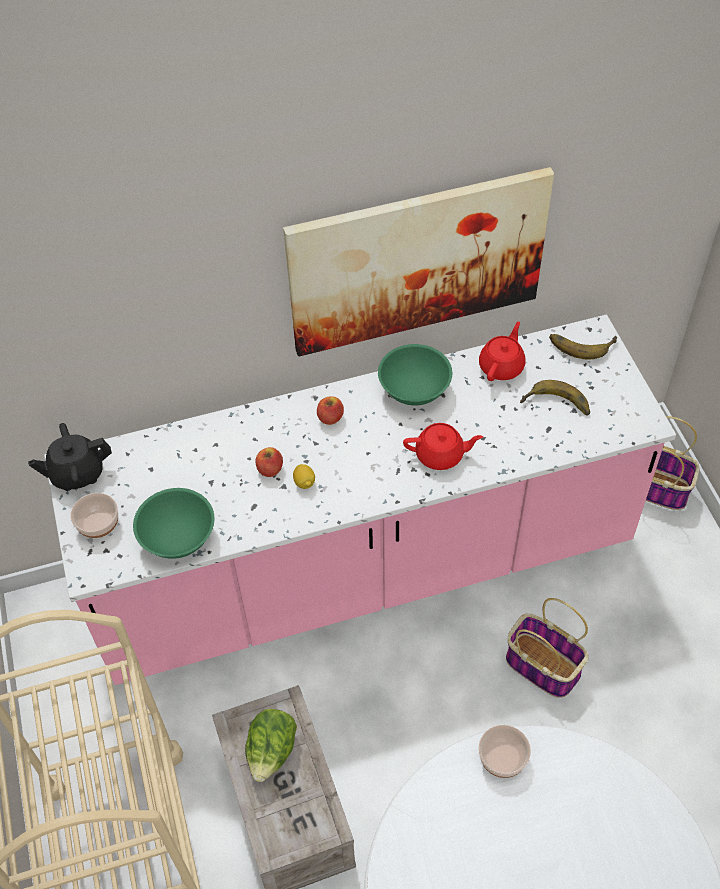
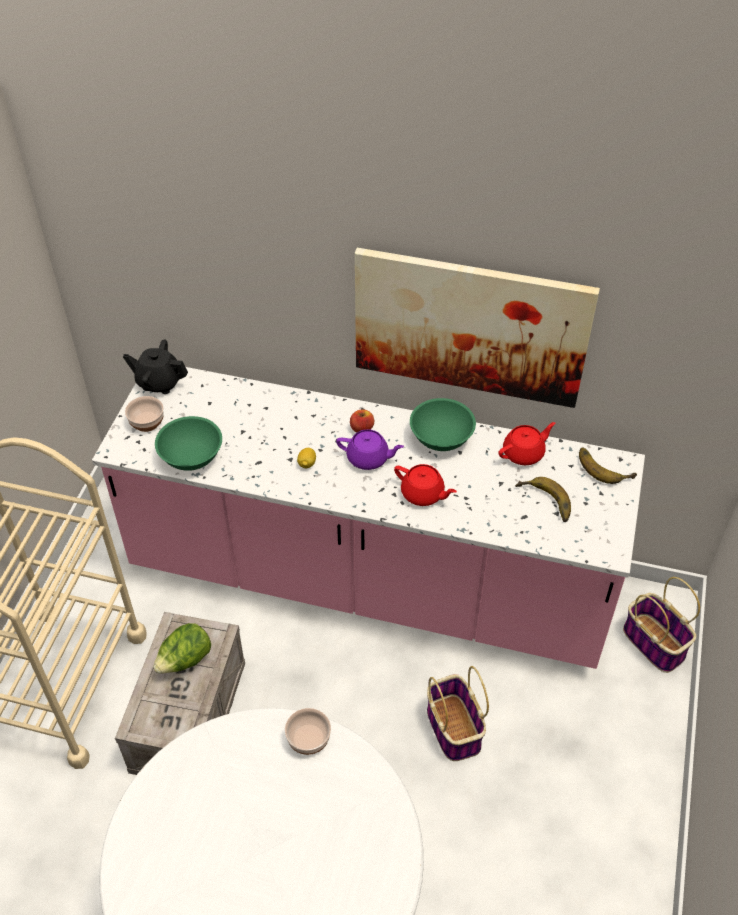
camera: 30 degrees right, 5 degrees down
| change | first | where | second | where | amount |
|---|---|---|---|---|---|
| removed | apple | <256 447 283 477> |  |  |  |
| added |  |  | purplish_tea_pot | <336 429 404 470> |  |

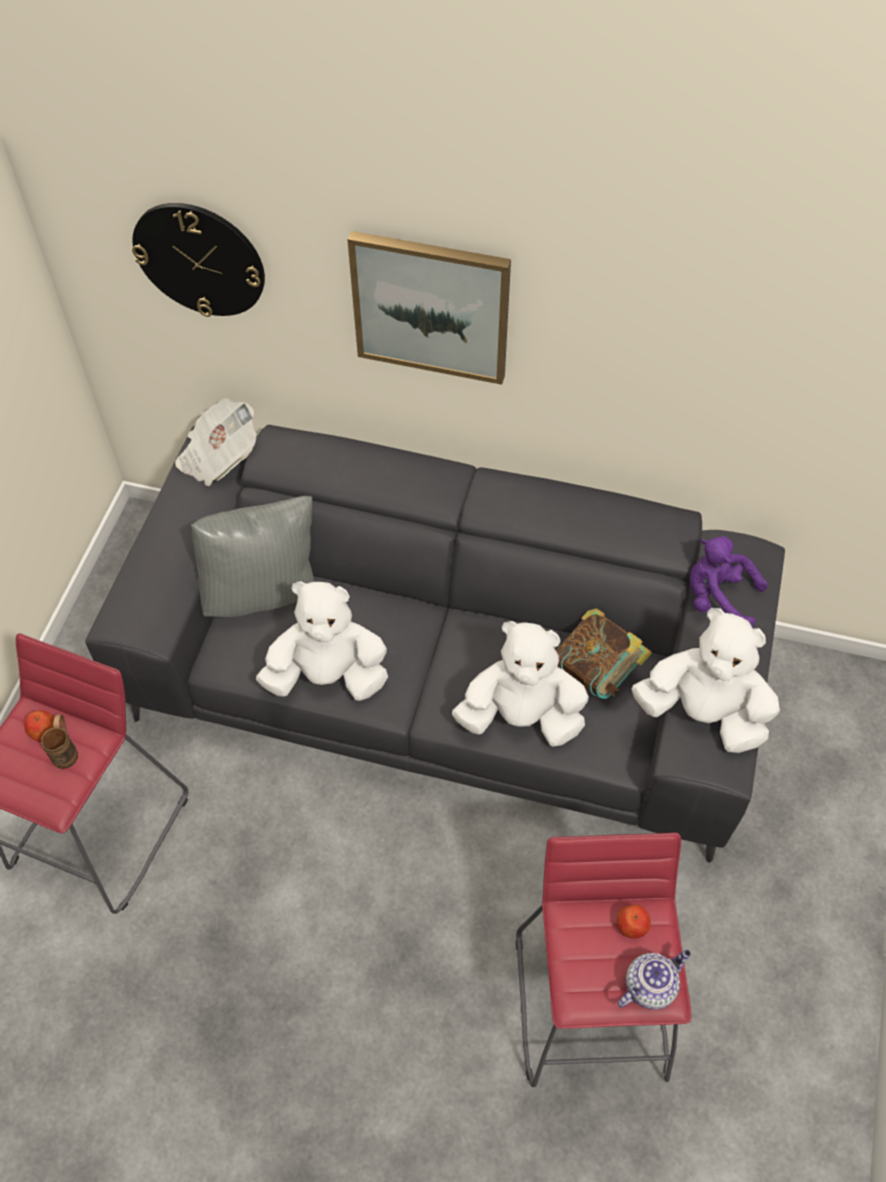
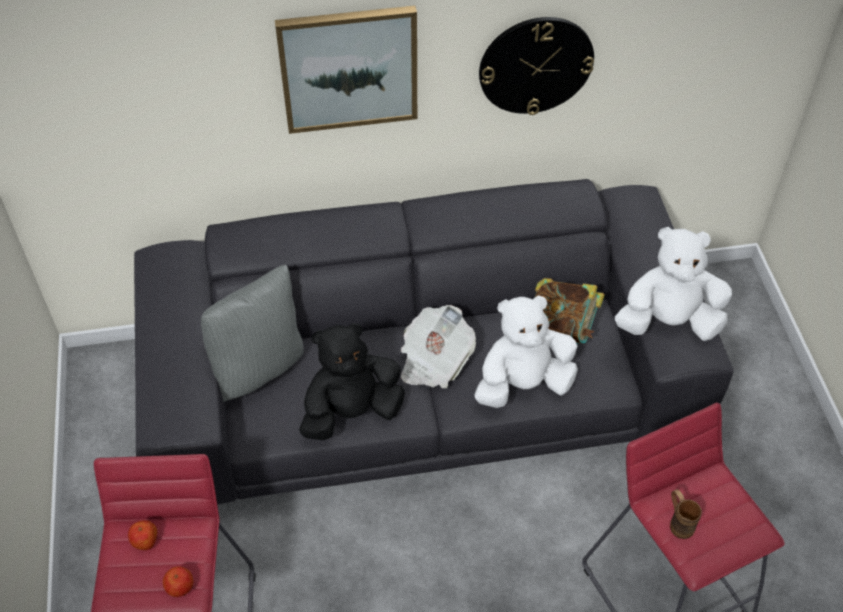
camera: 25 degrees left, 5 degrees down
| change | first | where | second | where | amount |
|---|---|---|---|---|---|
| removed | tea_pot | <617 950 691 1010> |  |  |  |
| removed | purplish_plush_toy | <690 536 768 628> |  |  |  |
| moved | brown-coloured_coffee_mug | <41 715 78 769> |  | <670 489 702 539> |  |
| moved | hanging_clock | <132 203 265 317> |  | <479 17 594 115> |  |
| moved | newspaper | <175 398 257 486> |  | <401 305 476 389> |  |
| moved | apple | <617 905 651 938> |  | <163 566 193 597> |  |
| recoloured | white_plush_toy | <256 581 388 701> | blackish_plush_toy | <299 323 405 440> |  |

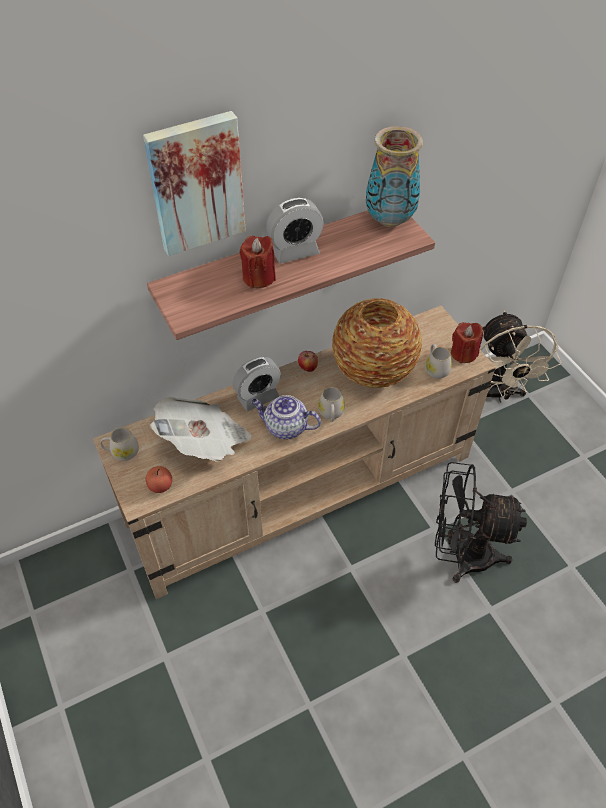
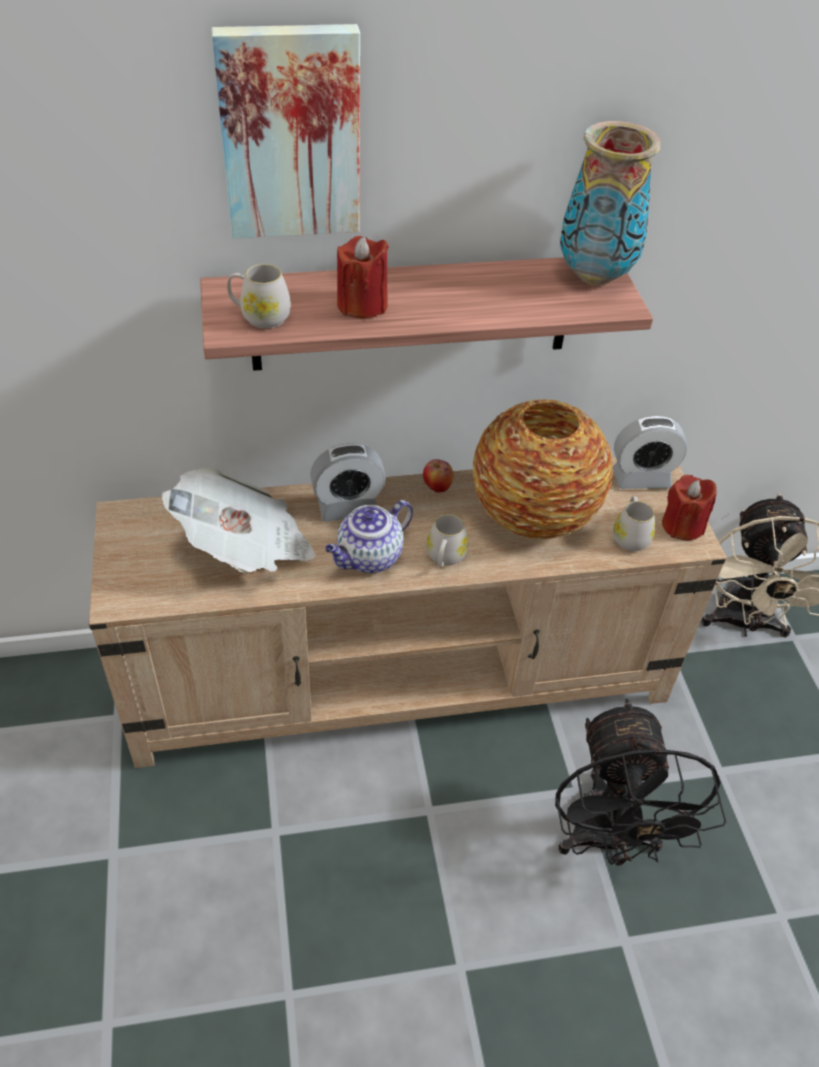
camera: 15 degrees right, 5 degrees down
| change | first | where | second | where | amount |
|---|---|---|---|---|---|
| removed | apple | <146 466 172 493> |  |  |  |
| moved | white_coffee_mug | <100 428 139 461> |  | <227 264 291 329> |  |
| moved | alarm_clock | <266 198 324 264> |  | <613 416 688 489> |  |
| turned | tea_pot | <251 395 321 439> |  | <325 500 413 573> | 75 degrees counterclockwise |
| turned | blackish_fan | <435 462 527 583> |  | <555 698 726 865> | 120 degrees counterclockwise |

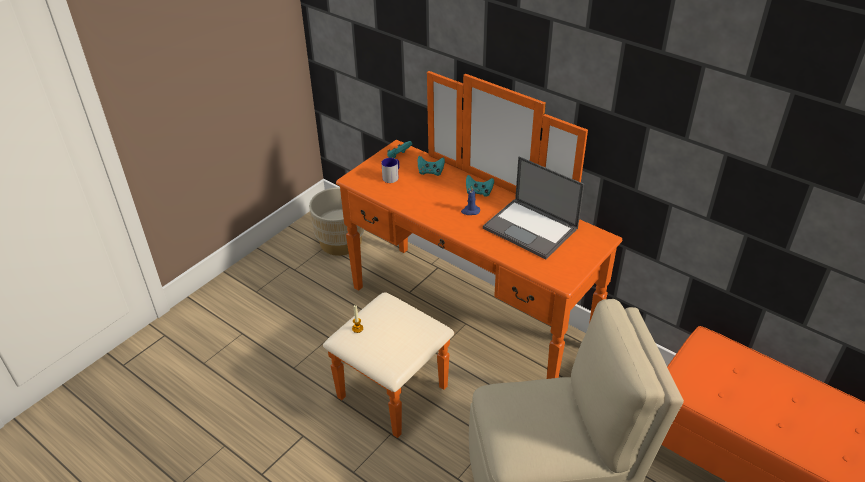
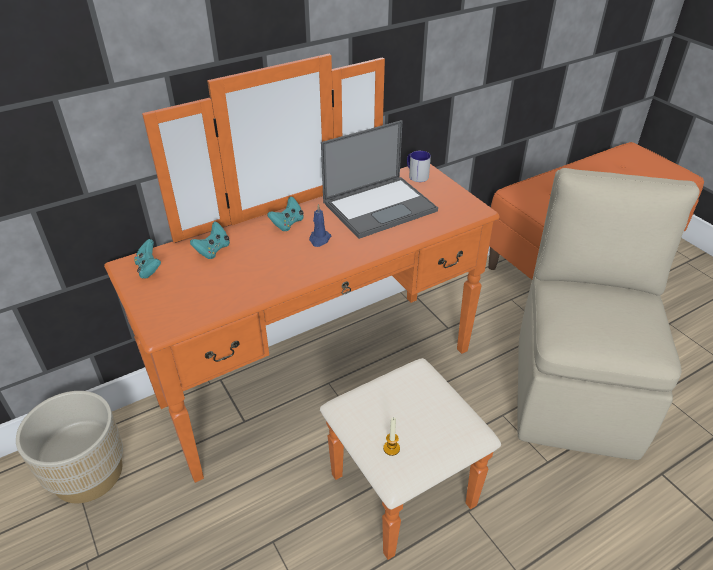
camera: 70 degrees left, 0 degrees up
| change | first | where | second | where | amount |
|---|---|---|---|---|---|
| moved | coffee_mug | <382 158 400 183> |  | <407 151 431 182> |  |

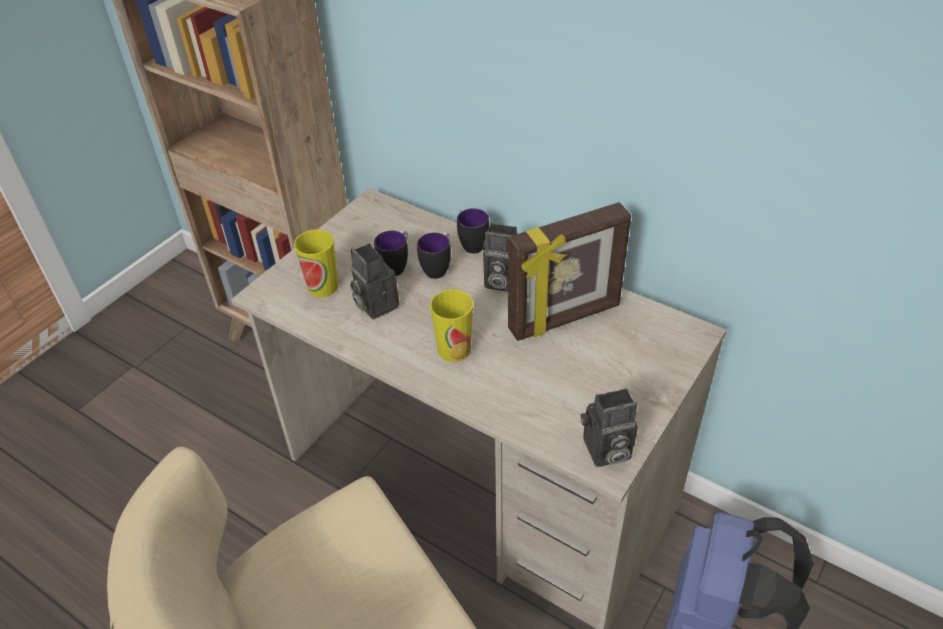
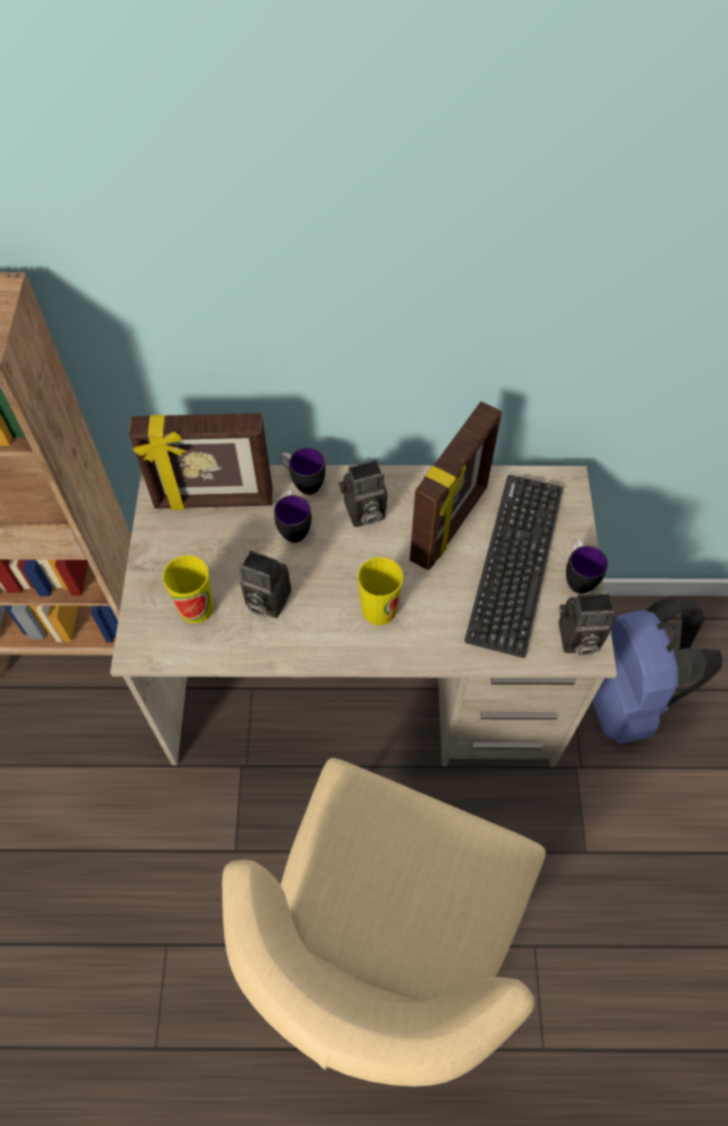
camera: 35 degrees left, 15 degrees up
| change | first | where | second | where | amount |
|---|---|---|---|---|---|
| added |  |  | standing_frame | <129 413 273 510> |  |
| added |  |  | keyboard | <464 475 563 658> |  |
| moved | coffee_mug | <374 230 408 276> |  | <566 539 608 594> |  |
| turned | photo_camera | <581 388 638 467> |  | <559 594 615 655> | 45 degrees clockwise |

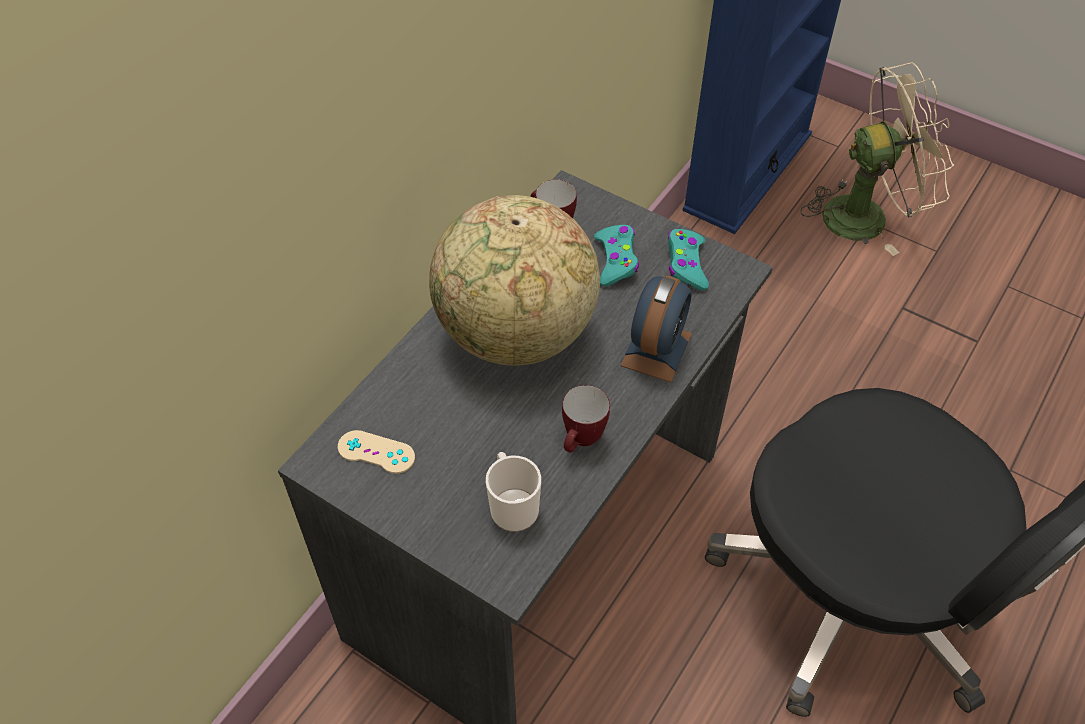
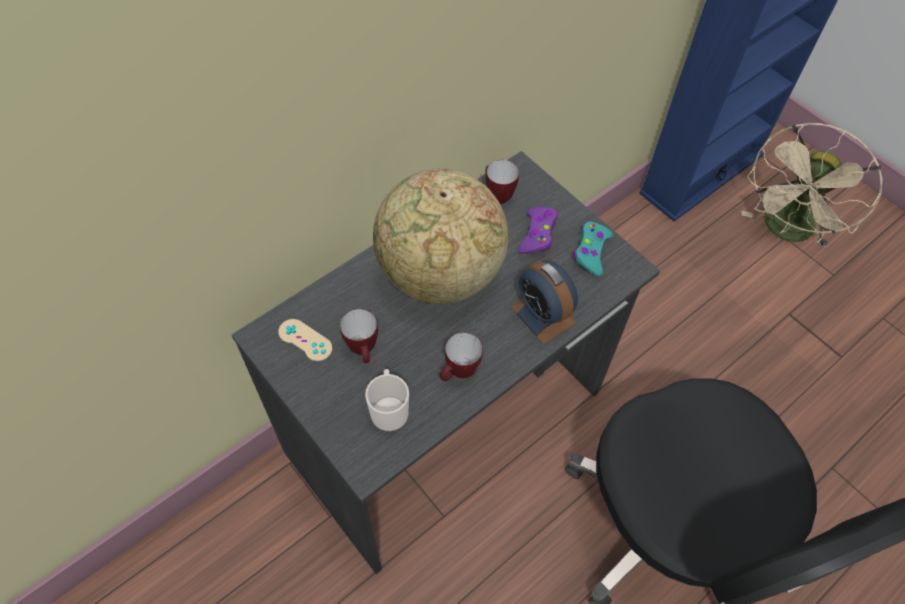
camera: 15 degrees right, 5 degrees up
| change | first | where | second | where | amount |
|---|---|---|---|---|---|
| added |  |  | coffee_mug | <340 309 378 363> |  |
| recoloured | turquoise_game_controller | <594 225 639 286> | purplish_game_controller | <518 207 558 254> |  |
| turned | alarm_clock | <621 276 692 382> |  | <510 260 578 345> | 105 degrees clockwise |
| turned | sand-coloured_fan | <800 63 955 256> |  | <741 123 882 248> | 120 degrees clockwise |

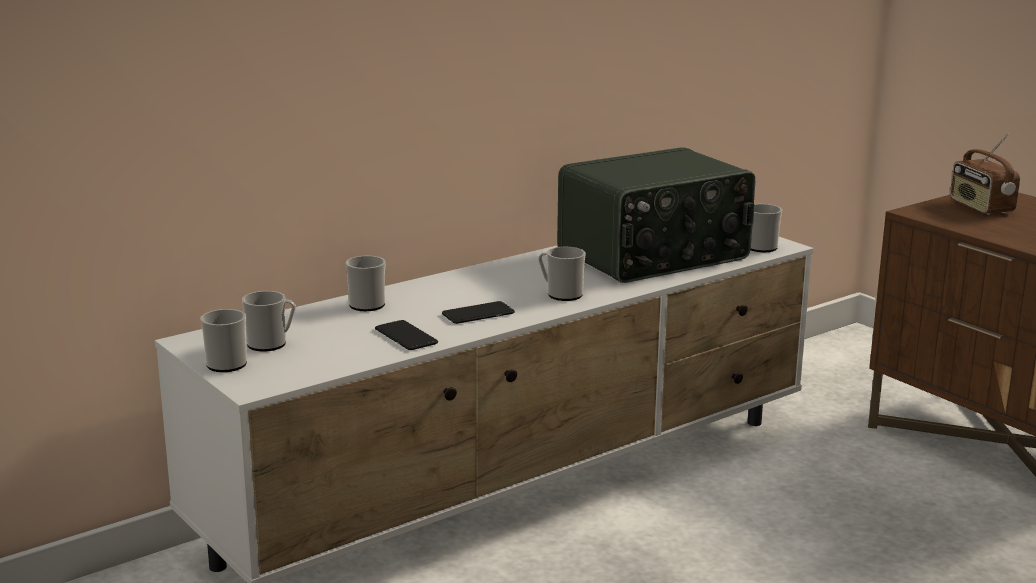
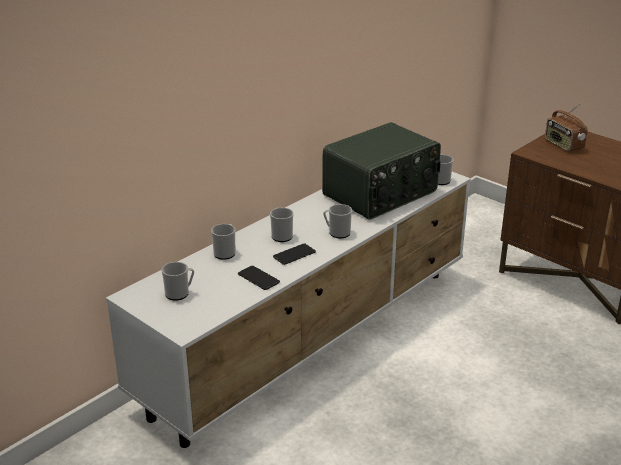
camera: 10 degrees left, 10 degrees up
| change | first | where | second | where | amount |
|---|---|---|---|---|---|
| moved | coffee_mug | <200 309 247 372> |  | <270 208 294 242> |  |

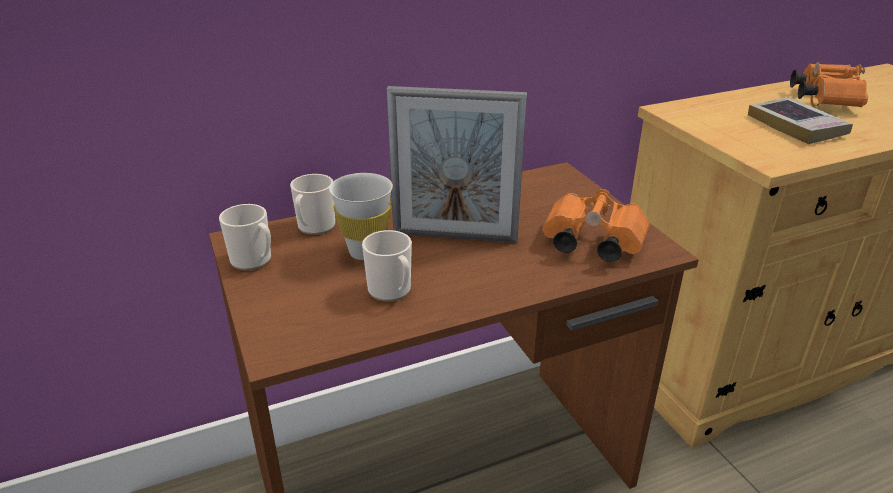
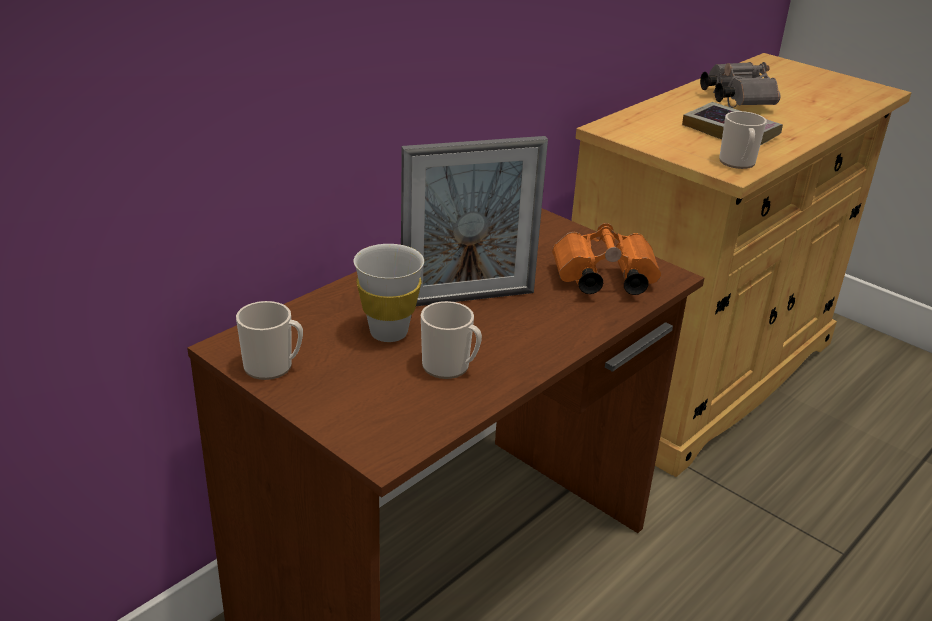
camera: 25 degrees left, 0 degrees up
| change | first | where | second | where | amount |
|---|---|---|---|---|---|
| moved | coffee_mug | <290 174 335 235> |  | <719 111 767 169> |  |
| recoloured | orangey_field_glasses | <790 62 868 107> | grey_field_glasses | <700 62 781 108> |  |

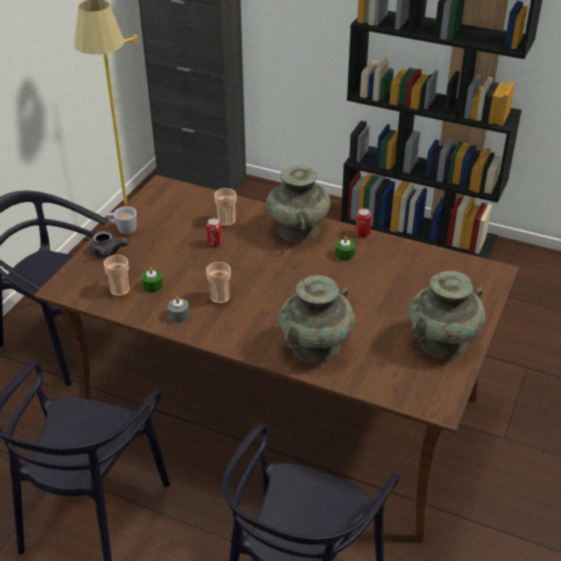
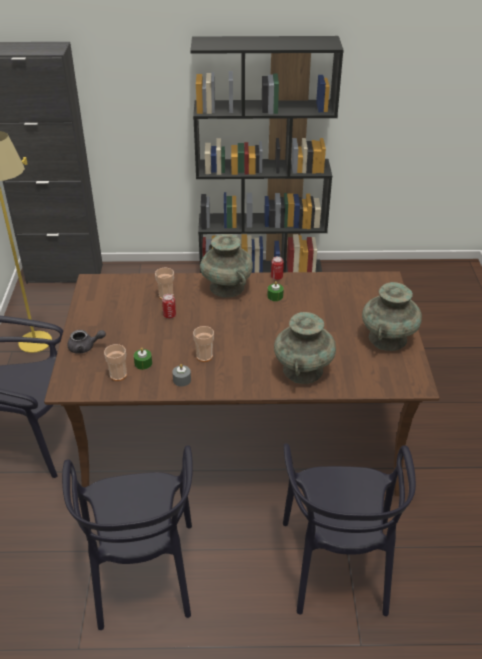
camera: 25 degrees left, 0 degrees up
| change | first | where | second | where | amount |
|---|---|---|---|---|---|
| removed | white_coffee_mug | <107 206 137 235> |  |  |  |

